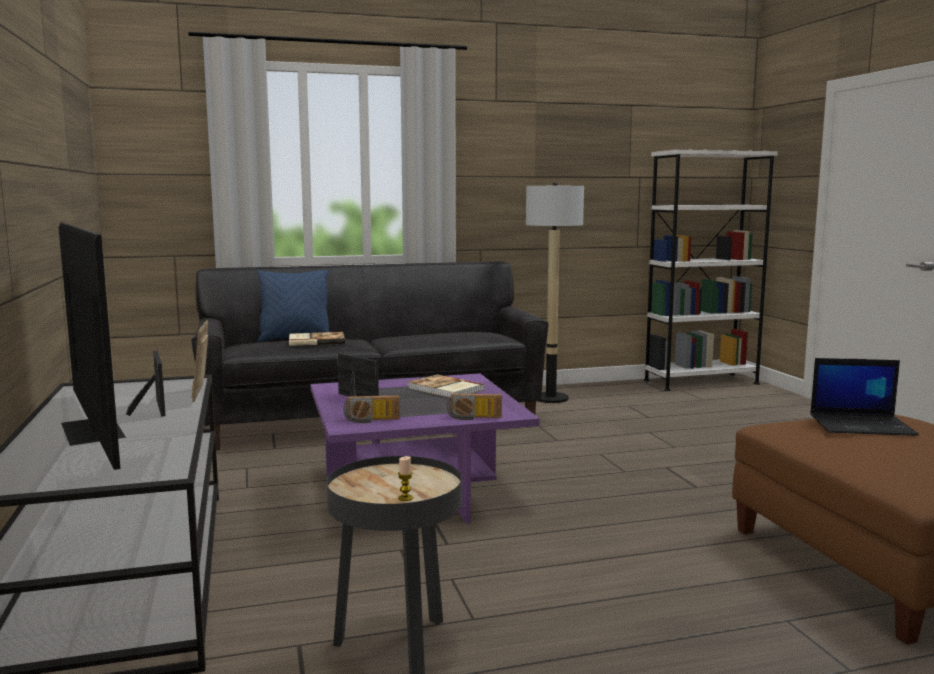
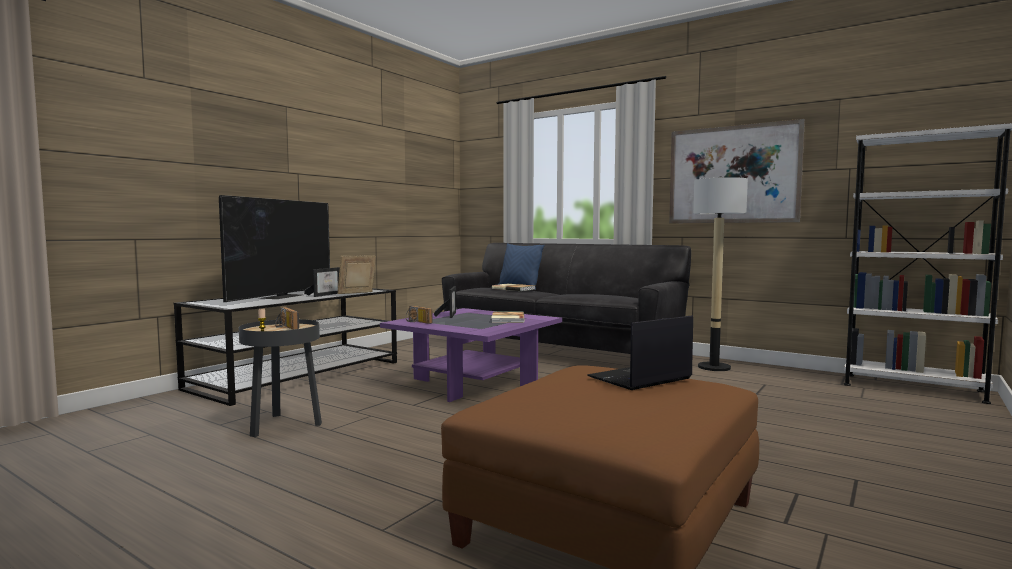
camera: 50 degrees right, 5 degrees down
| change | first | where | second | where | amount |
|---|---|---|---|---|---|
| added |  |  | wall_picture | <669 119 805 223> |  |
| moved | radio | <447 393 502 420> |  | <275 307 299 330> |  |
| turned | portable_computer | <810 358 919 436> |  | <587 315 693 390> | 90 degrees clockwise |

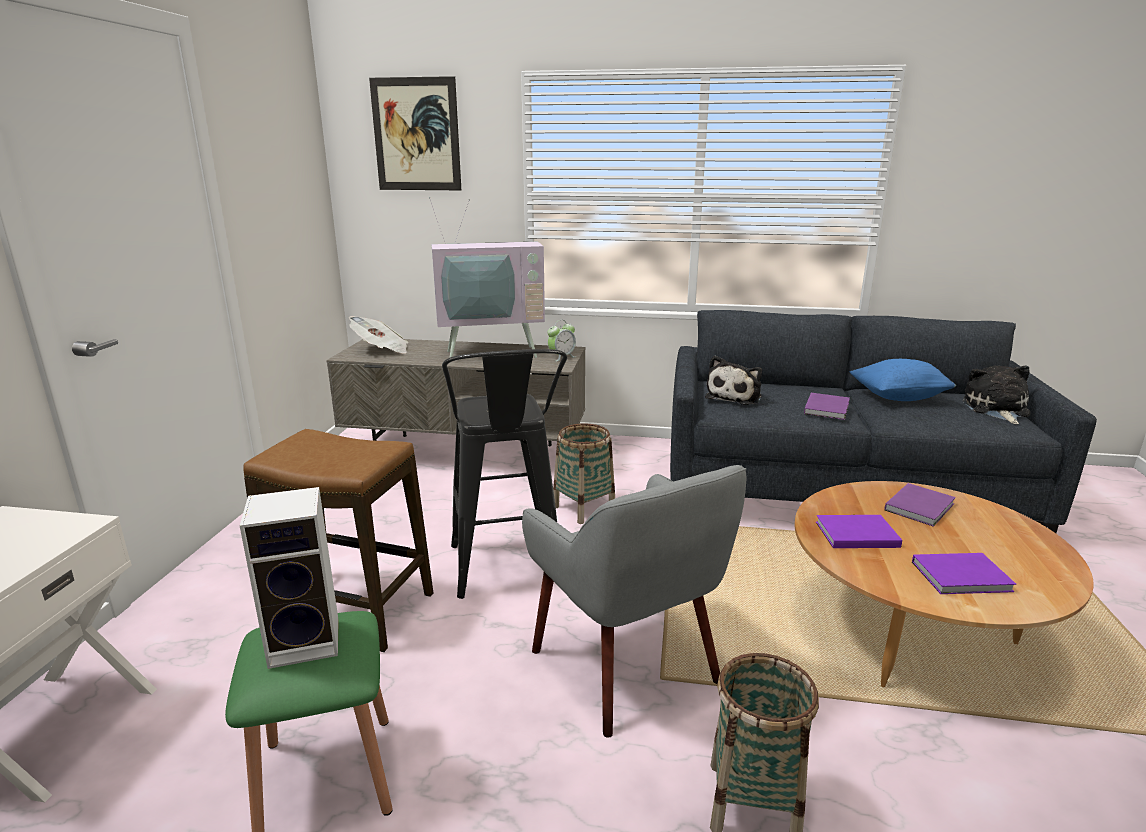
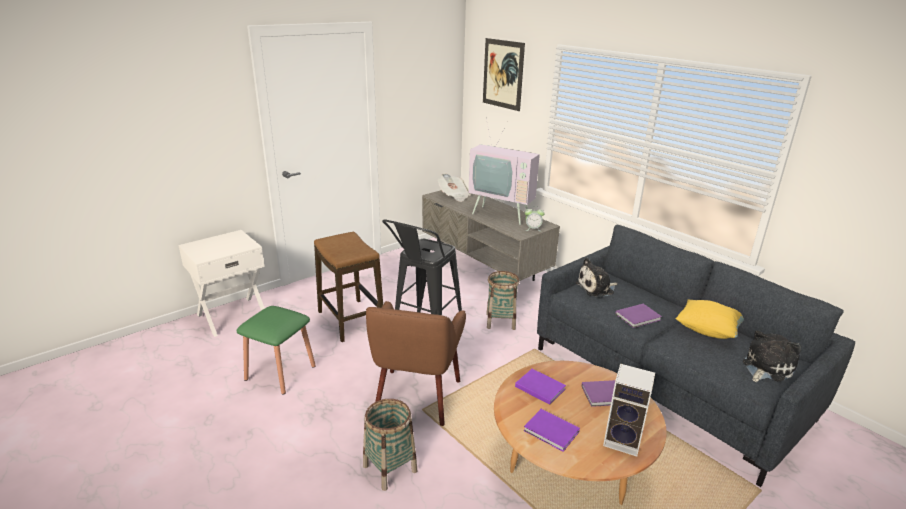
camera: 40 degrees right, 5 degrees up
| change | first | where | second | where | amount |
|---|---|---|---|---|---|
| moved | audio_speaker | <240 487 339 669> |  | <603 364 655 457> |  |
| recoloured | grey_lounge_chair | <522 465 746 738> | brown-coloured_lounge_chair | <366 301 466 426> |  |
| recoloured | bluish_throw_pillow | <850 359 956 401> | yellowish_throw_pillow | <676 300 744 339> |  |

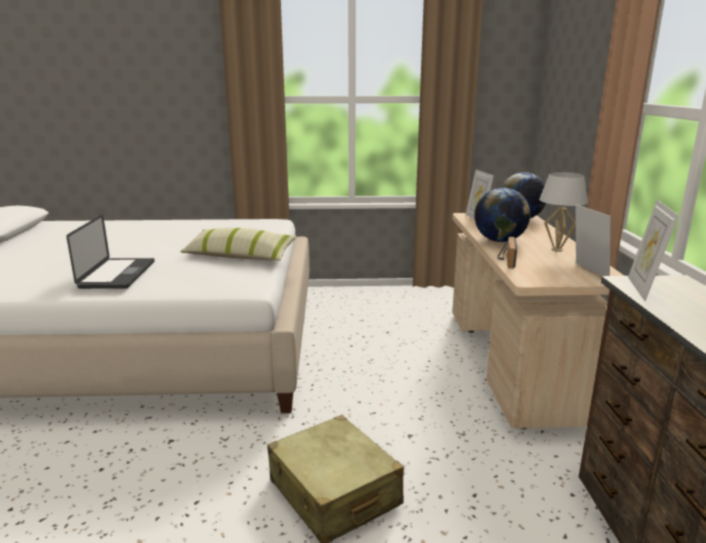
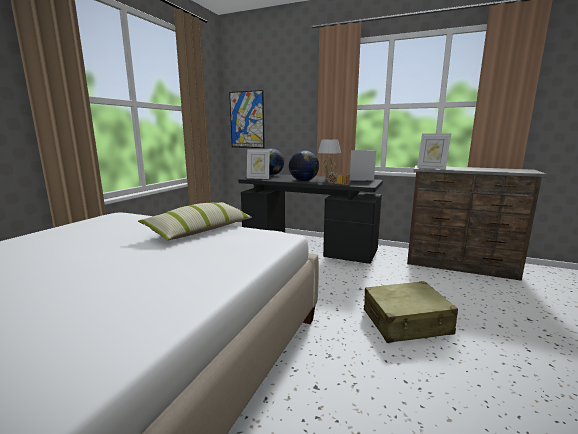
camera: 65 degrees left, 5 degrees down
| change | first | where | second | where | amount |
|---|---|---|---|---|---|
| removed | portable_computer | <66 215 155 289> |  |  |  |
| added |  |  | wall_picture | <229 90 265 148> |  |
| recoloured | sand-coloured_desk | <452 213 624 429> | blackish_desk | <239 174 383 264> |  |

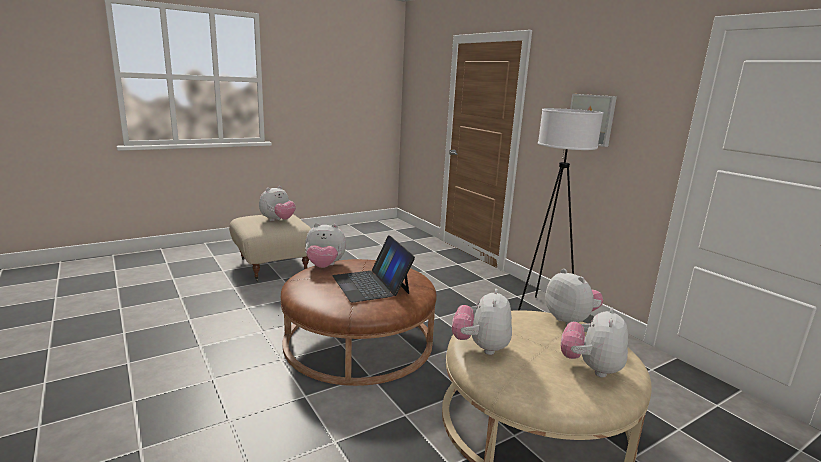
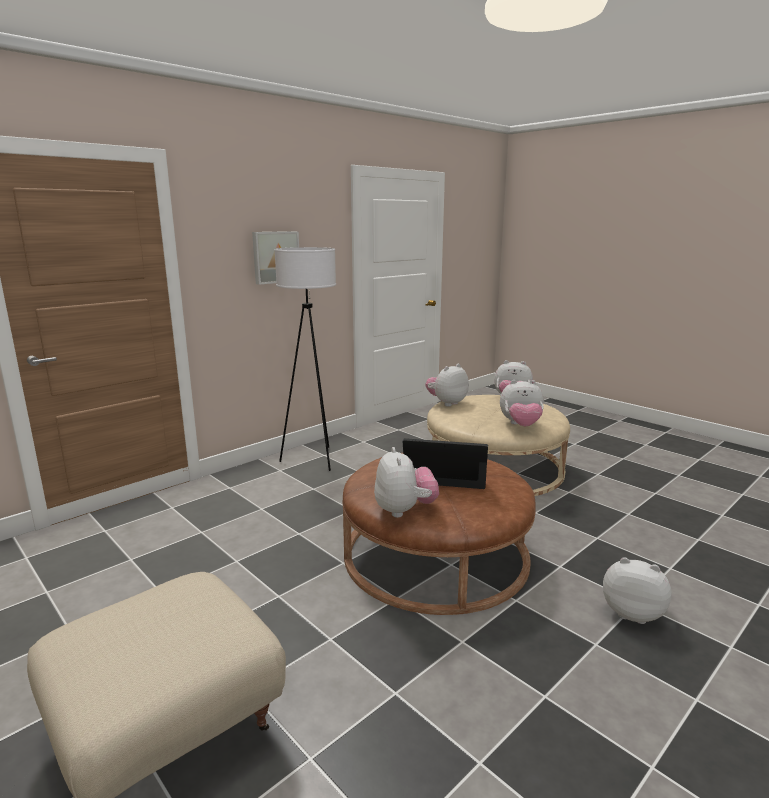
camera: 100 degrees left, 0 degrees up
| change | first | where | second | where | amount |
|---|---|---|---|---|---|
| moved | plush_toy | <259 186 296 221> |  | <603 557 672 624> |  |
| turned | portable_computer | <332 235 415 302> |  | <402 438 488 489> | 135 degrees counterclockwise |

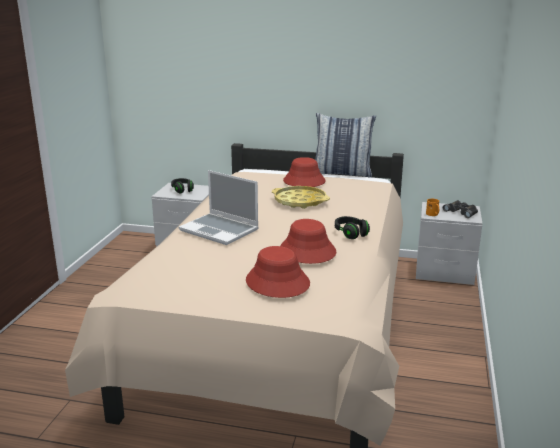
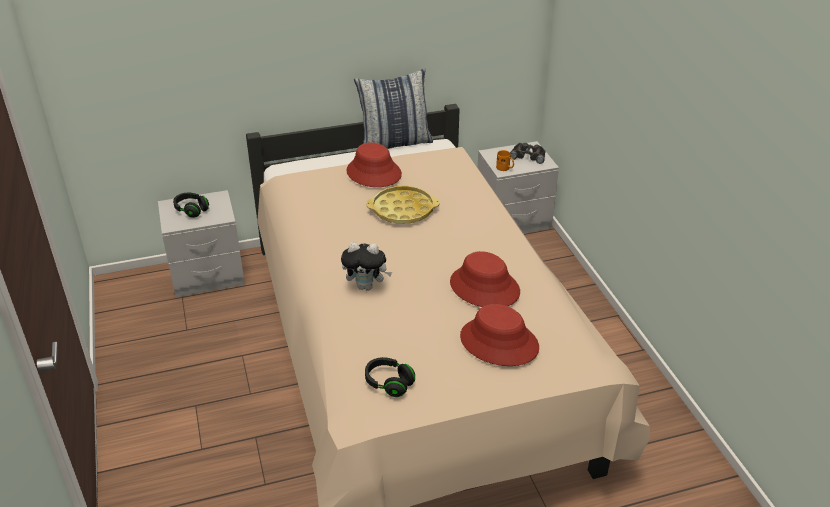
camera: 30 degrees left, 15 degrees up
| change | first | where | second | where | amount |
|---|---|---|---|---|---|
| moved | blackish_headphones | <335 216 370 239> |  | <365 357 415 397> |  |
| replaced | portable_computer | <179 170 259 245> | plush_toy | <341 242 392 291> |  |

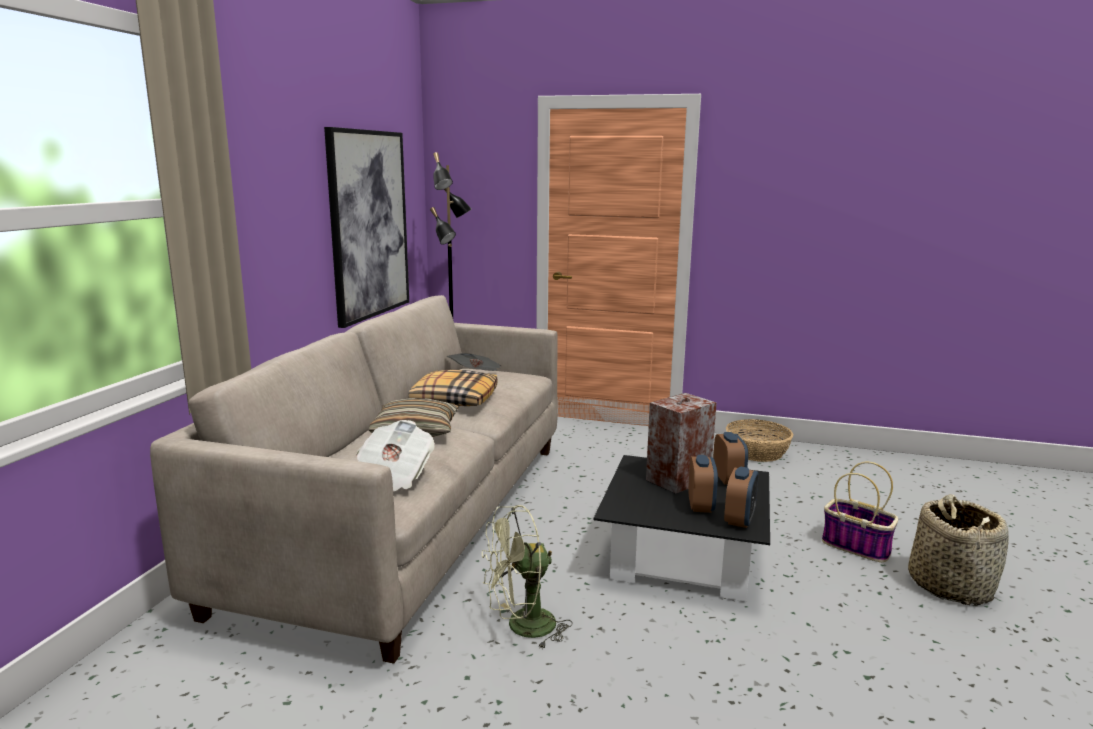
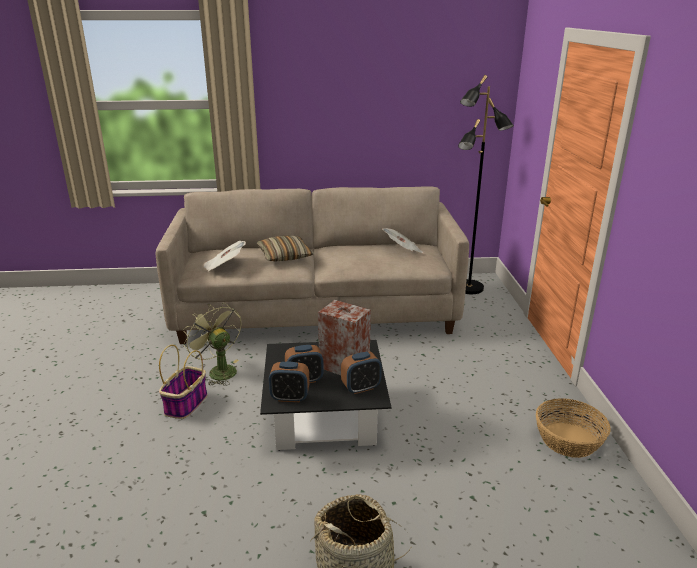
camera: 70 degrees right, 10 degrees up
| change | first | where | second | where | amount |
|---|---|---|---|---|---|
| removed | wall_picture | <324 127 409 328> |  |  |  |
| removed | throw_pillow | <408 369 497 406> |  |  |  |
| moved | basket | <822 462 898 562> |  | <159 345 207 419> |  |

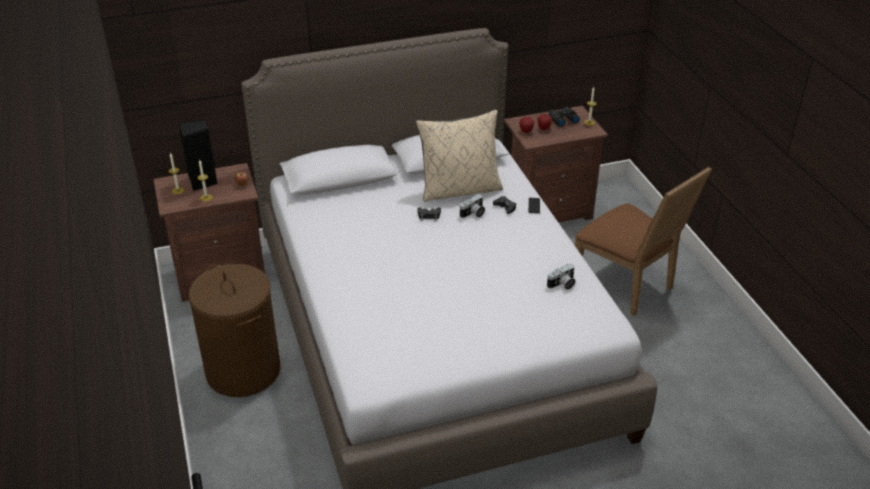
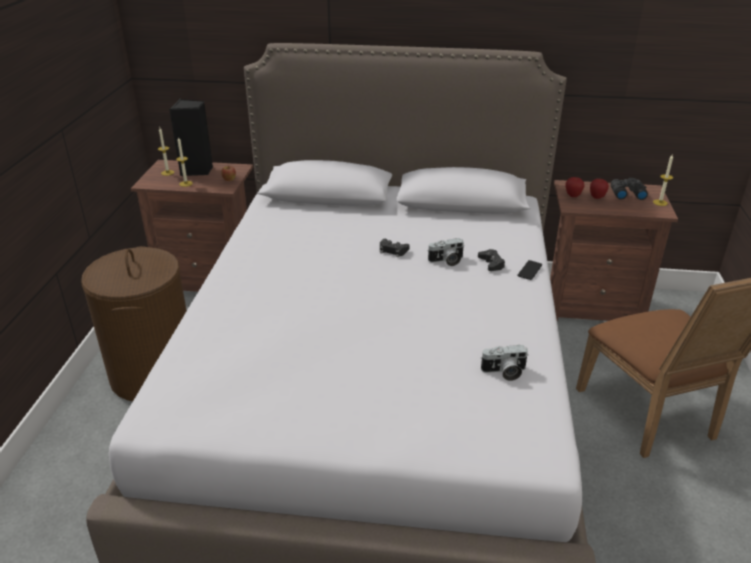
camera: 25 degrees right, 5 degrees down
| change | first | where | second | where | amount |
|---|---|---|---|---|---|
| removed | sand-coloured_throw_pillow | <416 110 503 202> |  |  |  |

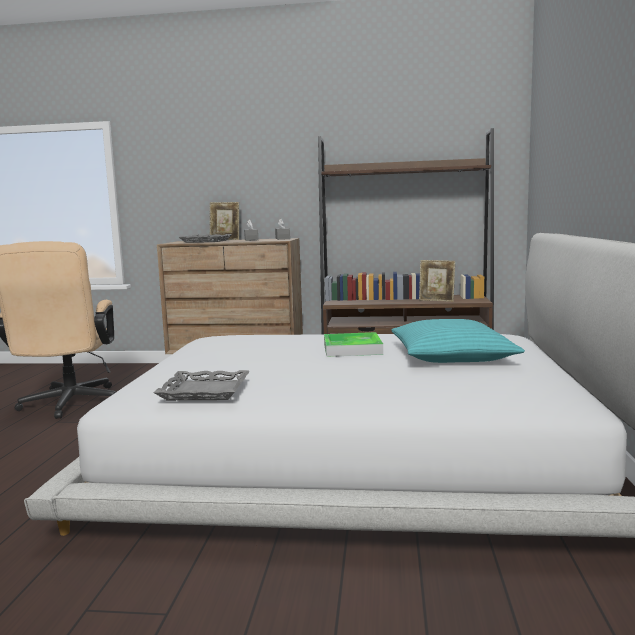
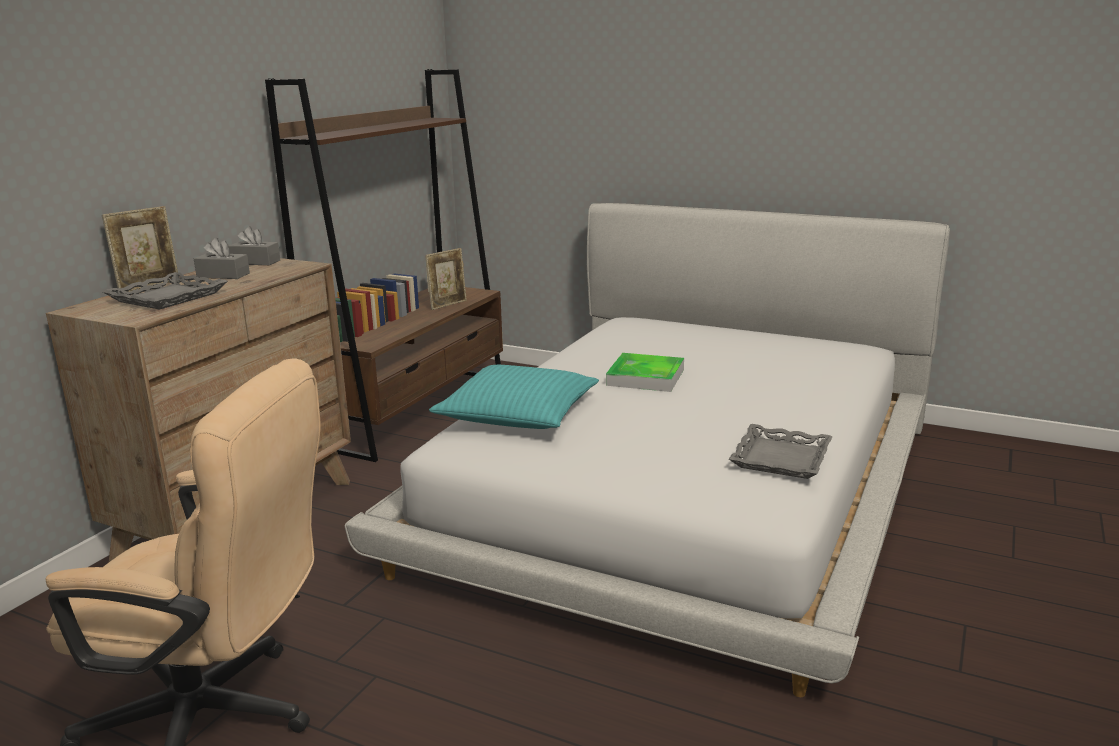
camera: 70 degrees left, 10 degrees up
| change | first | where | second | where | amount |
|---|---|---|---|---|---|
| moved | turquoise_throw_pillow | <392 319 525 363> |  | <429 365 599 429> |  |

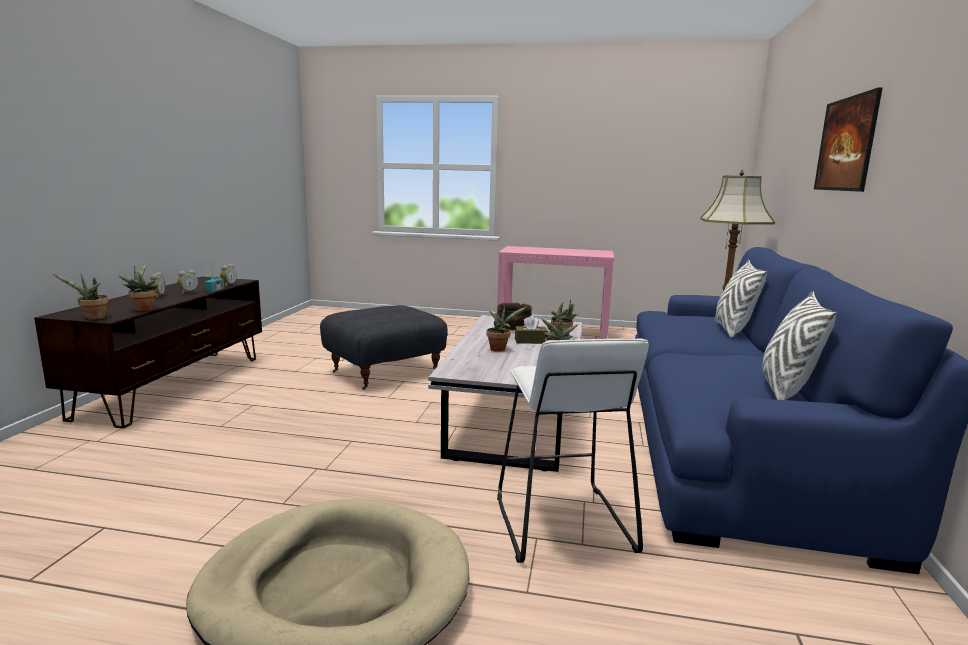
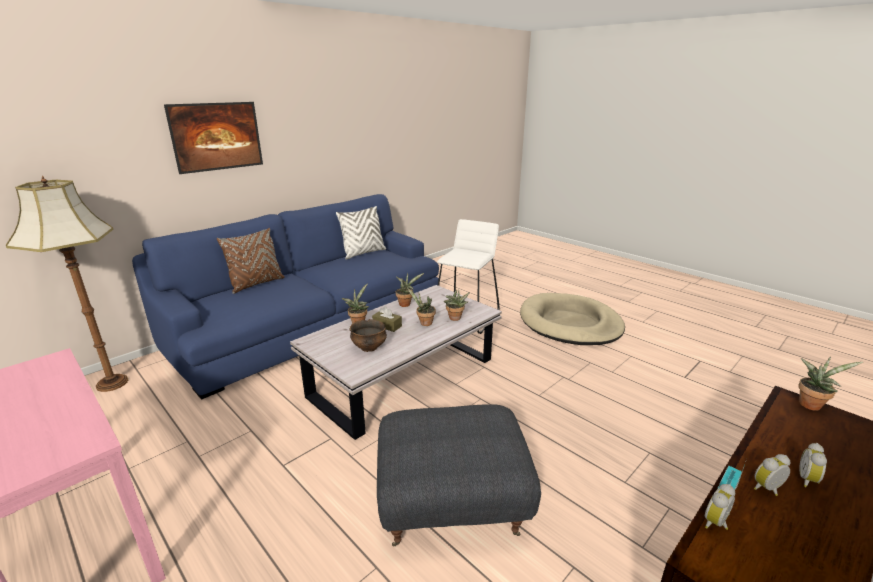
camera: 145 degrees left, 10 degrees up
| change | first | where | second | where | amount |
|---|---|---|---|---|---|
| moved | potted_plant | <119 263 158 311> |  | <444 289 470 321> |  |
| recoloured | white_throw_pillow | <715 260 767 338> | brown-coloured_throw_pillow | <217 228 285 294> |  |

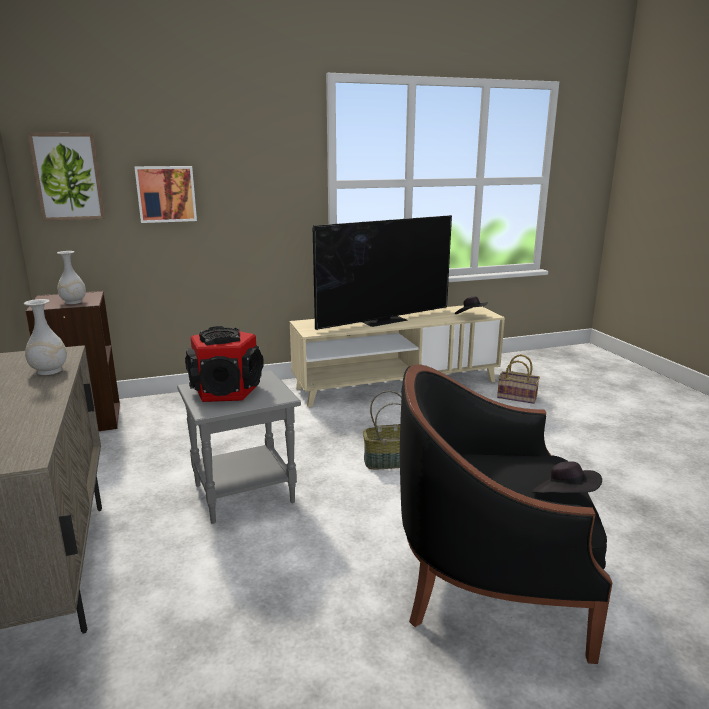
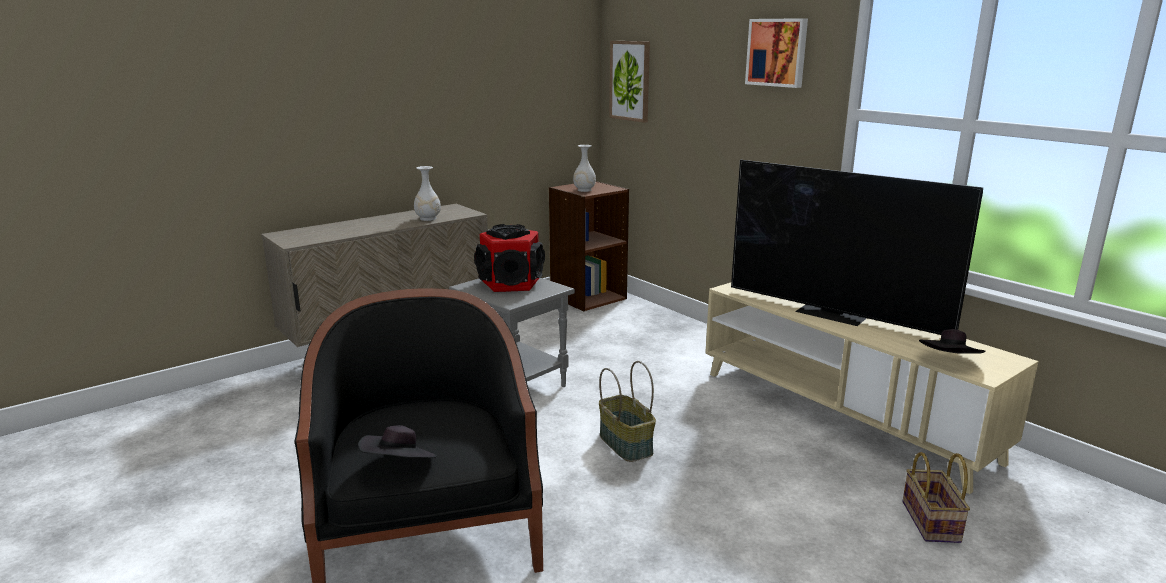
camera: 70 degrees right, 0 degrees up
| change | first | where | second | where | amount |
|---|---|---|---|---|---|
| moved | wall_picture | <134 166 197 223> |  | <745 18 808 88> |  |

